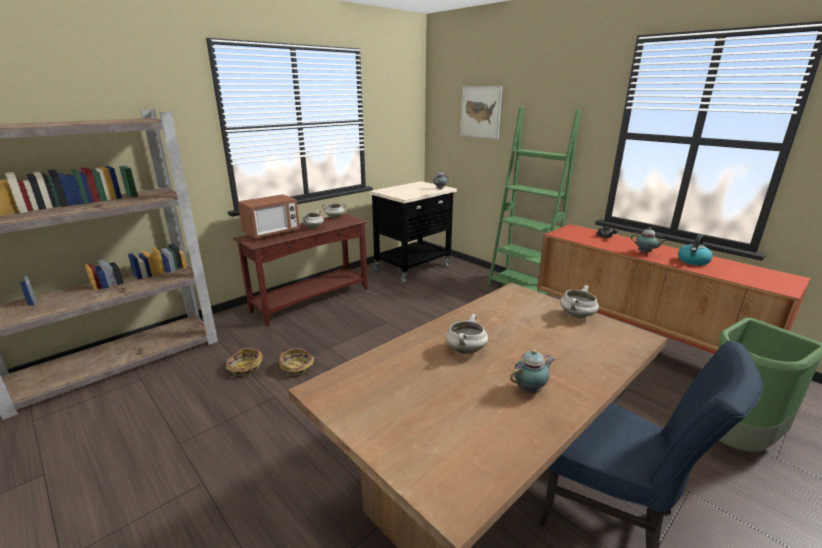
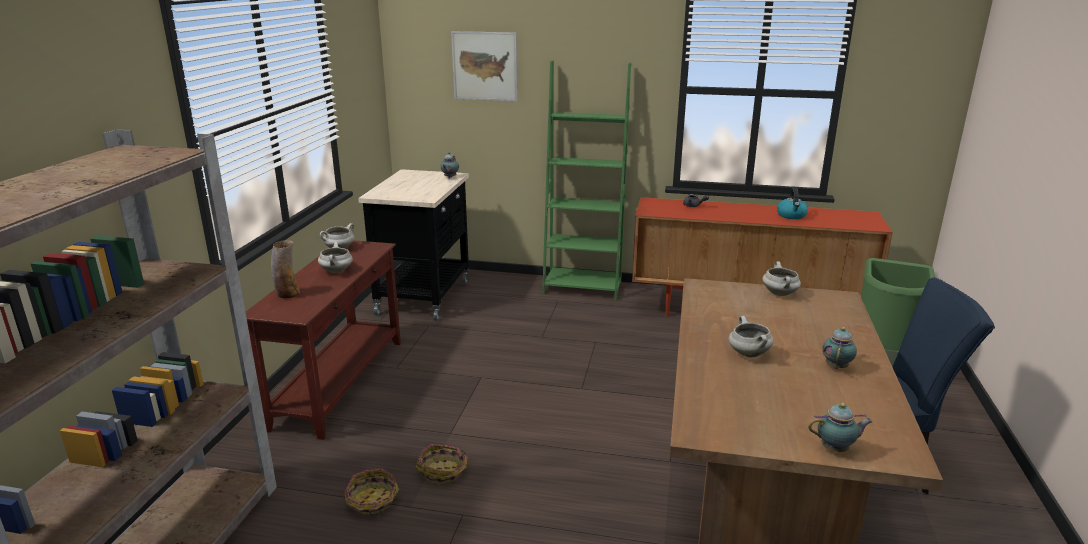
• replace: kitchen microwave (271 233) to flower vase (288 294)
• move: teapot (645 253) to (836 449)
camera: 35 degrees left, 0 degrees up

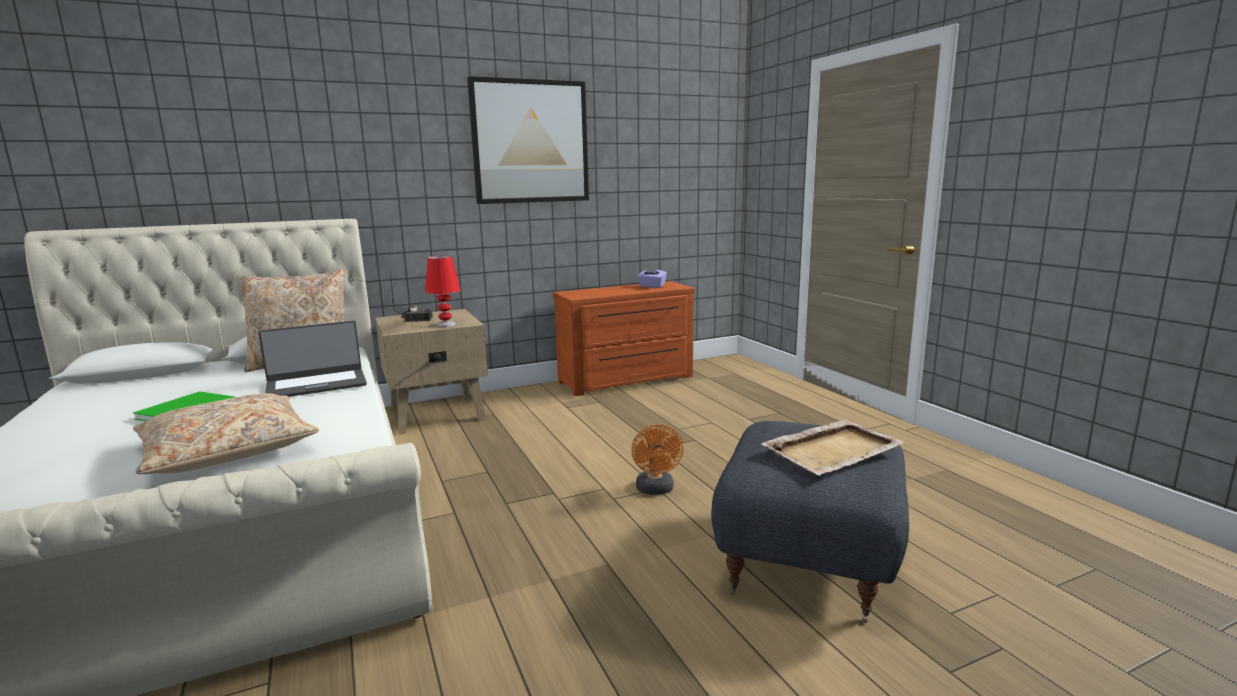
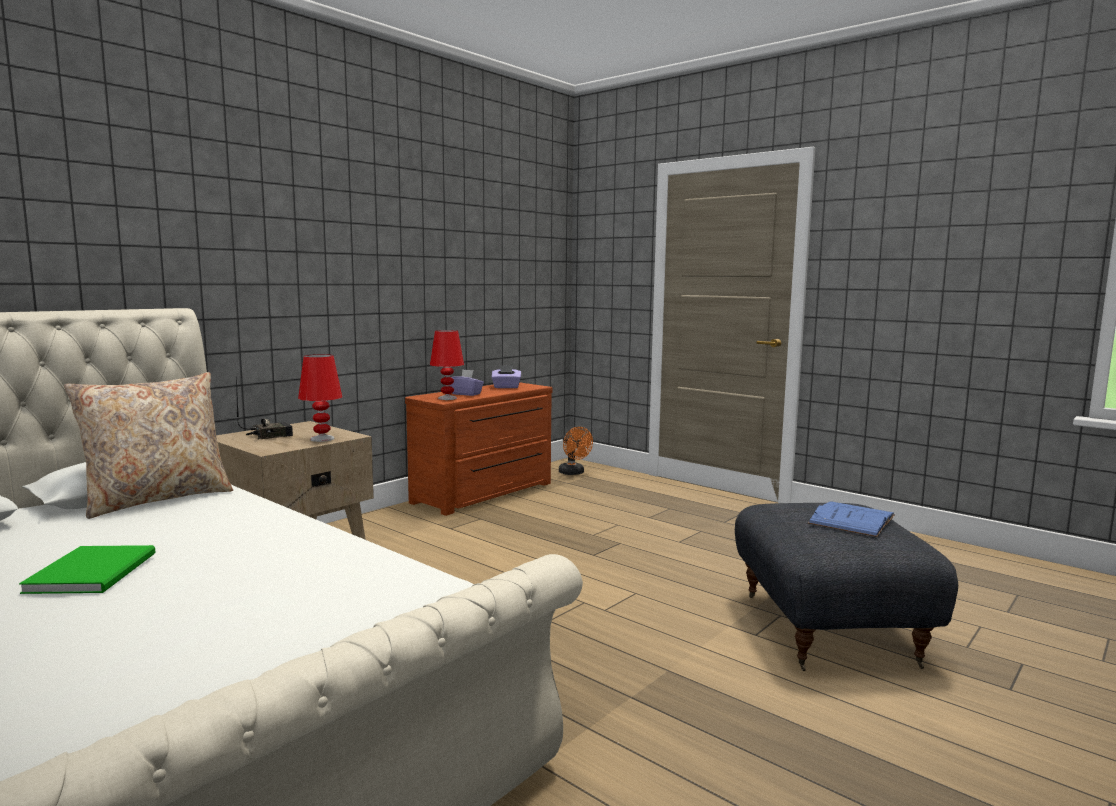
• delete: sand-coloured pillow (228 450)
• delete: laptop (316 384)
• delete: wall art (530 142)
• move: orange cooling fan (656 490) to (573 473)
• replace: sand-coloured carrying tray (833 450) to blue-coloured bound book (852 519)
• insert: red tabletop lamp (447 398)
• insert: purplish tissue holder (466 394)
camera: 25 degrees left, 5 degrees down

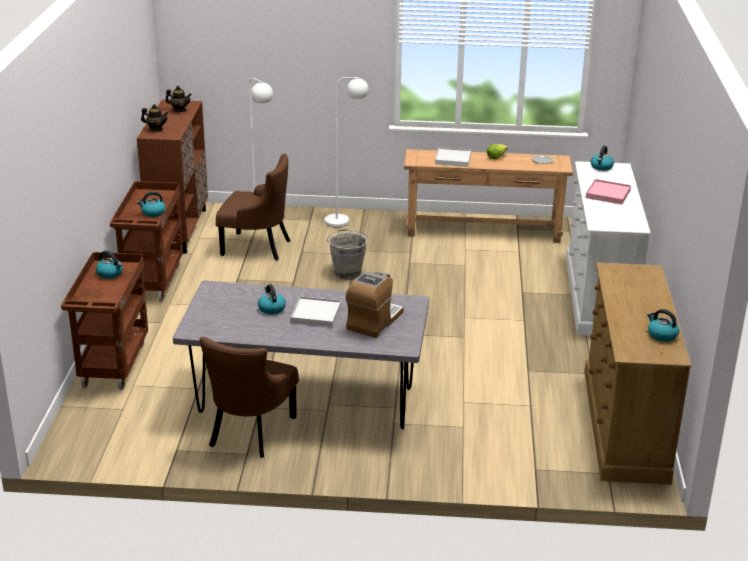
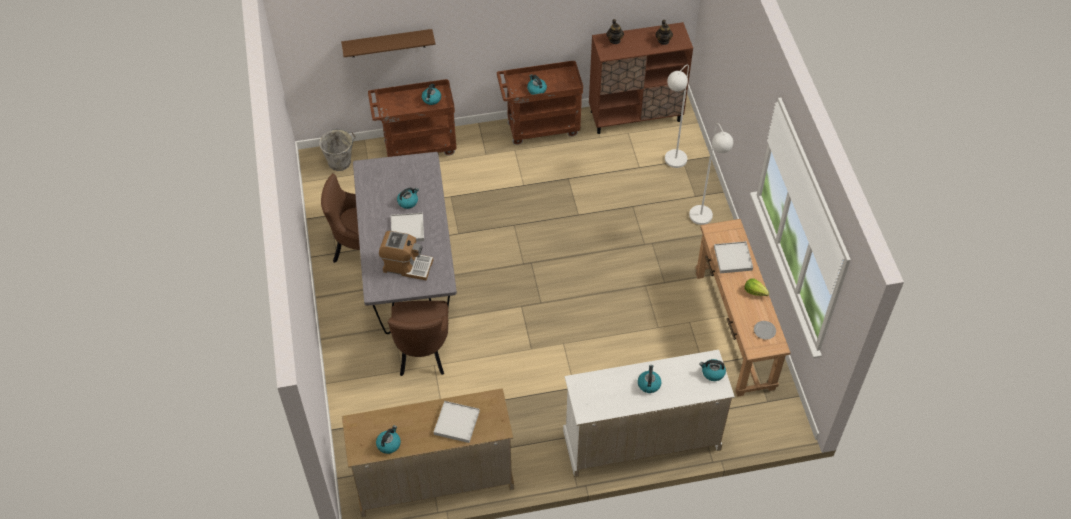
• move: brownish upright chair (255 247) to (422 350)
• move: gray pail (347 272) to (340 162)
• replace: pinkish carrying tray (608 194) to tea kettle (649 384)
• insert: brownish wall shelf (388 43)
• insert: white carrying tray (457 423)
camera: 75 degrees right, 25 degrees up

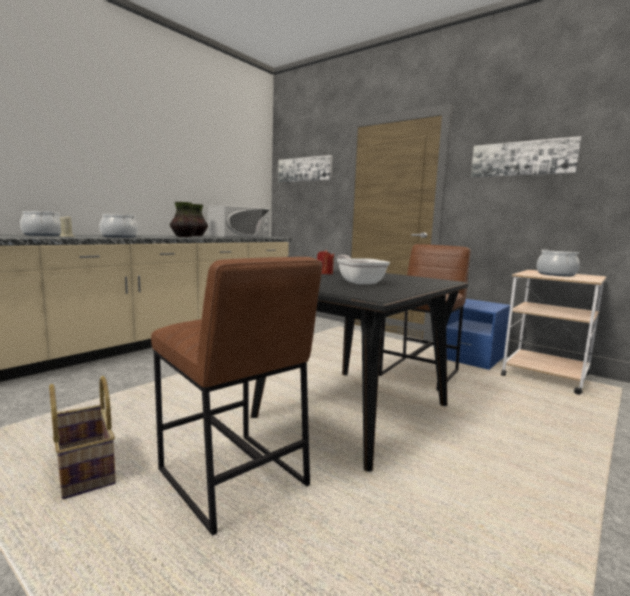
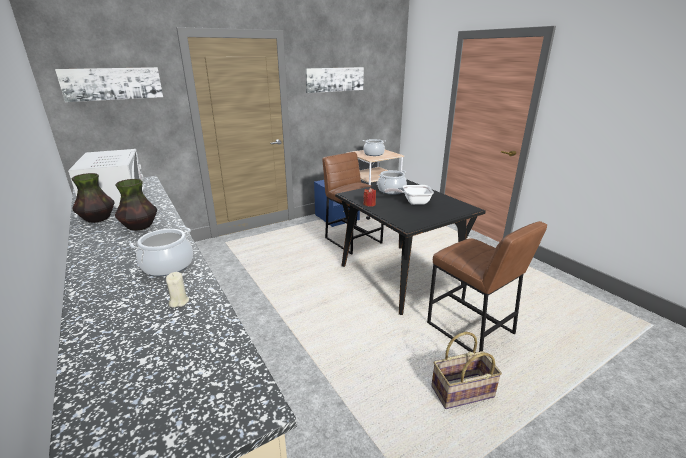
• move: stockpot (43 235) to (391 191)
• rotate: brownish upright chair (233 479) = (471 329) 75 degrees clockwise
camera: 70 degrees left, 15 degrees up

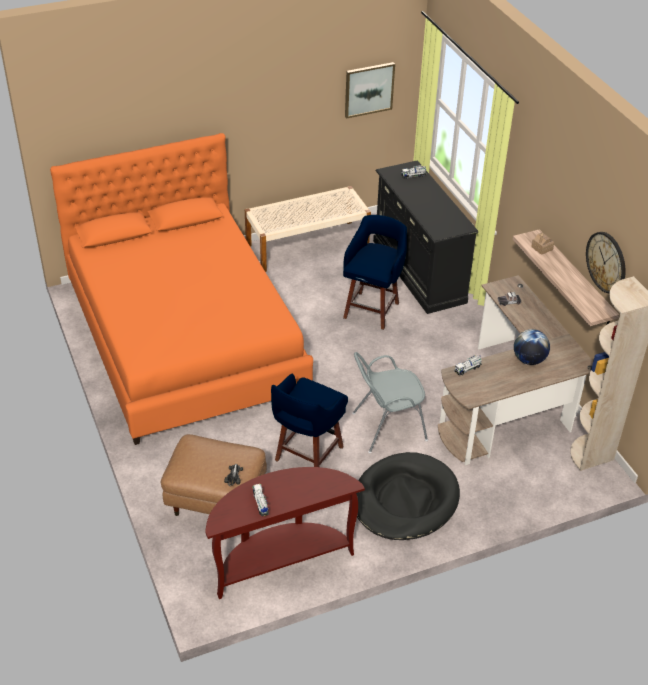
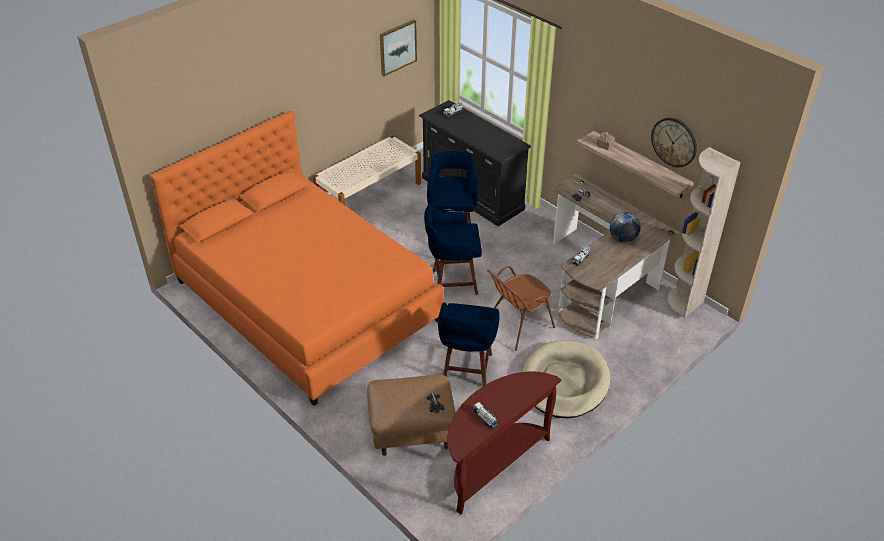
• recolor: gray upright chair (386 427) to brownish upright chair (517 327)
• recolor: black-coloured pet bed (405 500) to sand-coloured pet bed (565 382)
• insert: blue-coloured stool (452 282)
camera: 20 degrees left, 0 degrees up

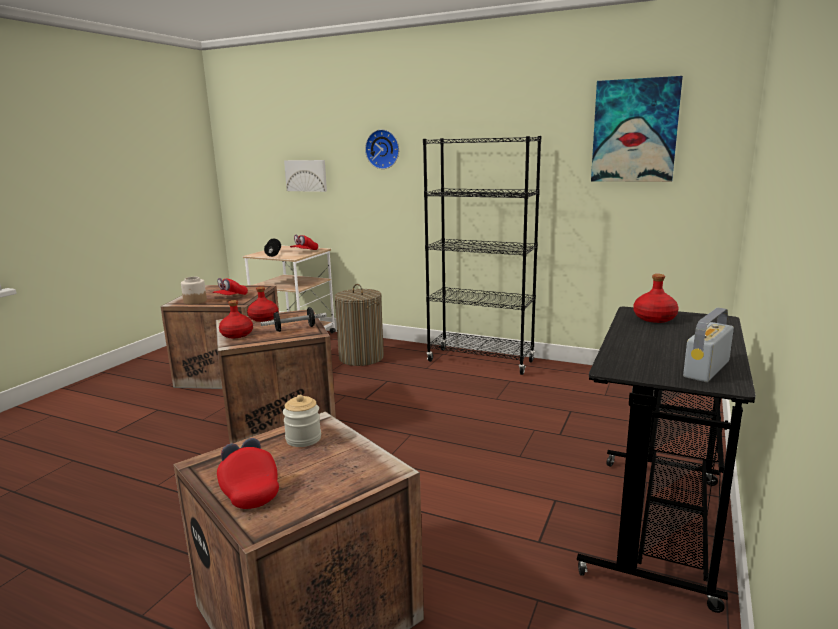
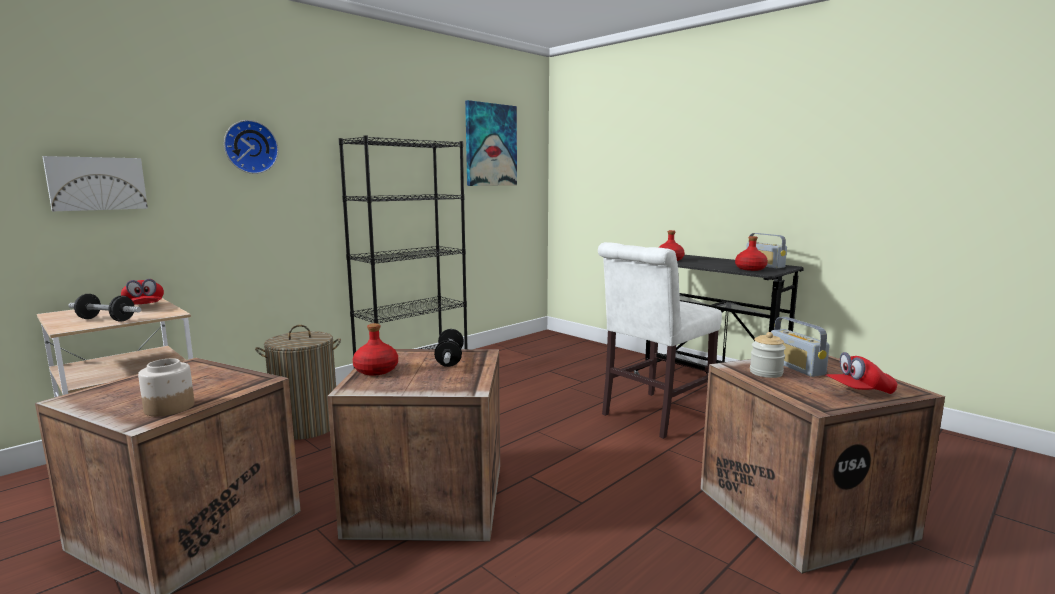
• delete: red cap (231 297)
• move: red drink bottle (236 334) to (750 269)
• insert: white upright chair (652 416)
• insert: radio set (796 367)
camera: 70 degrees left, 5 degrees down

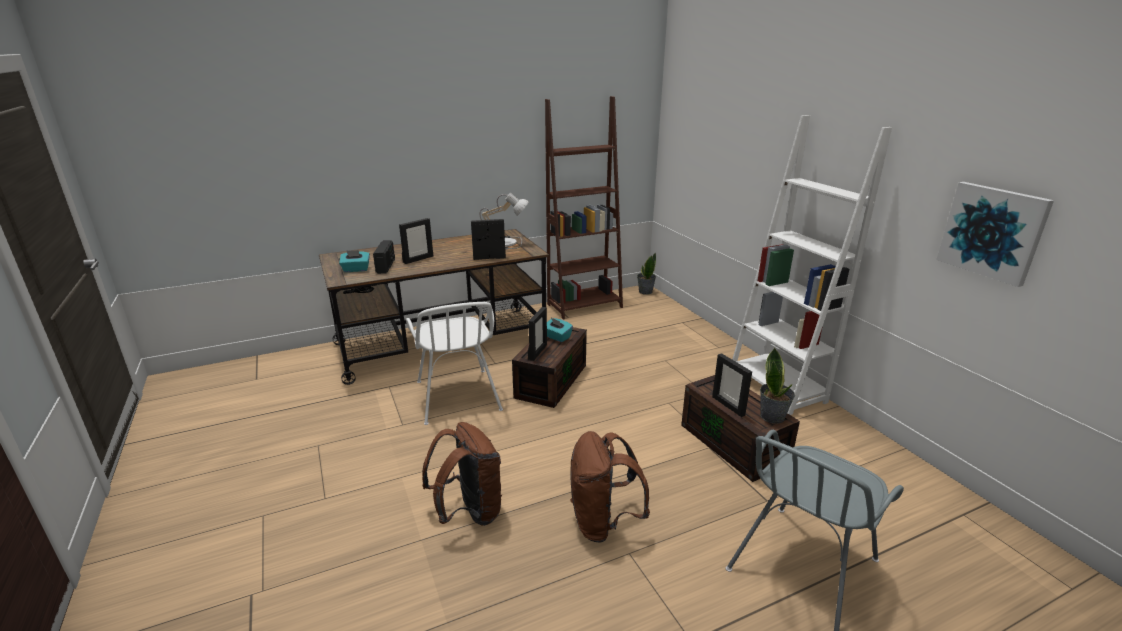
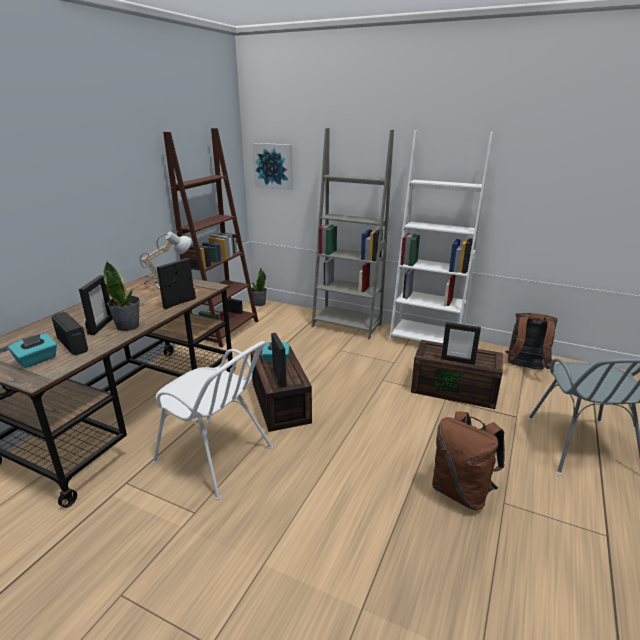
• move: brownish rucksack (469 512) to (525 368)
• move: potted plant (772 416) to (128 326)
• move: wall art (992 232) to (273 166)
• insert: gray bookshelf (347 325)
camera: 40 degrees left, 0 degrees up

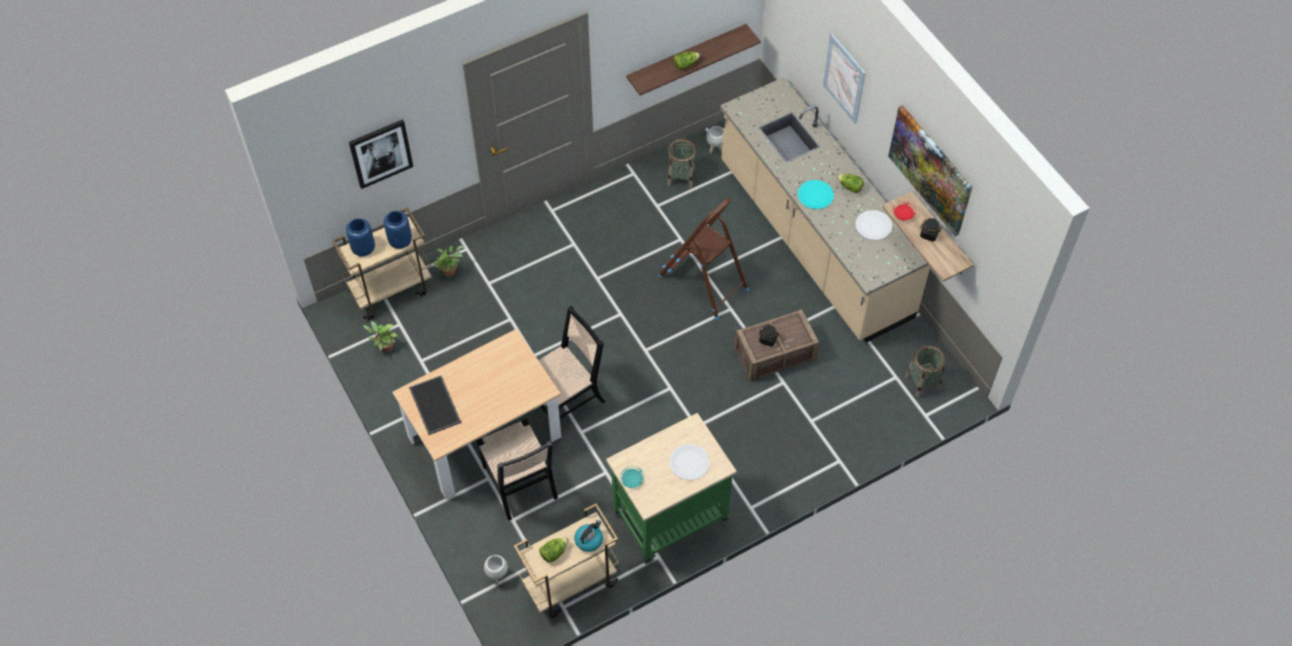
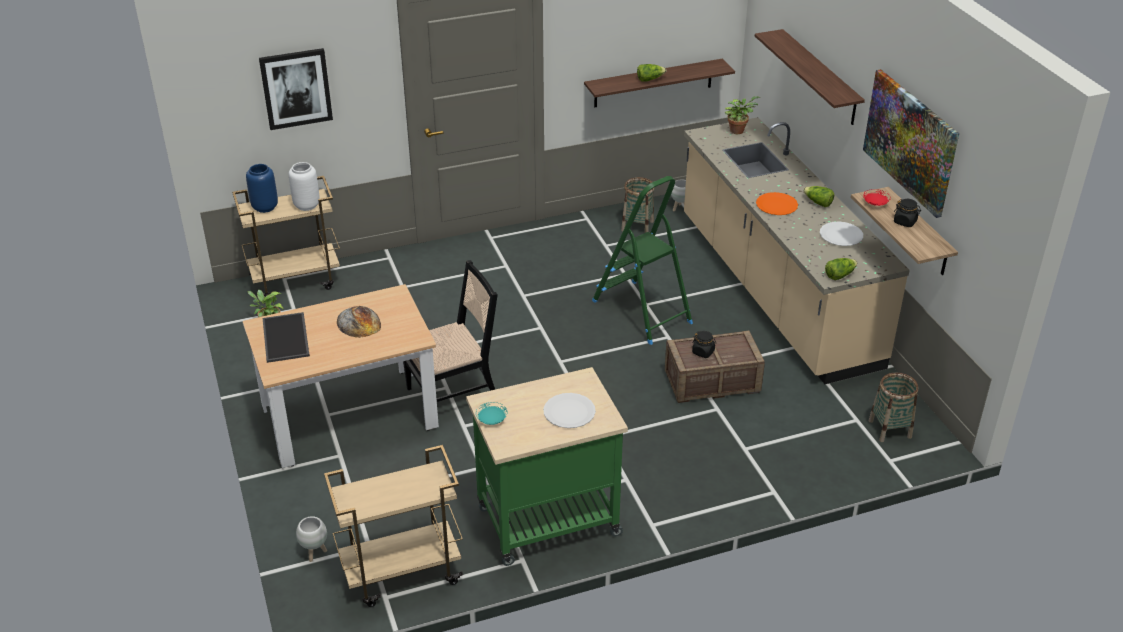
• recolor: blue-coloured flower vase (400 242) to white flower vase (307 206)
• move: potted plant (450 270) to (738 130)
• delete: upright chair (519 483)
• move: lettuce head (554 552) to (839 275)
• delete: tea kettle (589 540)
• recolor: brownish stepladder (702 282) to green stepladder (641 311)
• recolor: blue-green plate (815 195) to orange plate (776 205)
• replace: wall art (844 78) to wall shelf (819 77)
• insert: baked bread (359 323)
camera: 10 degrees right, 20 degrees down

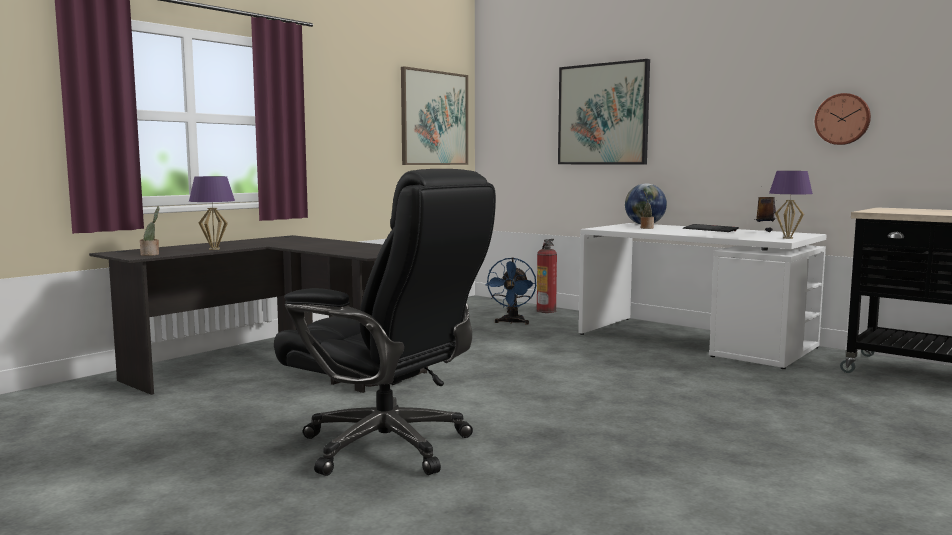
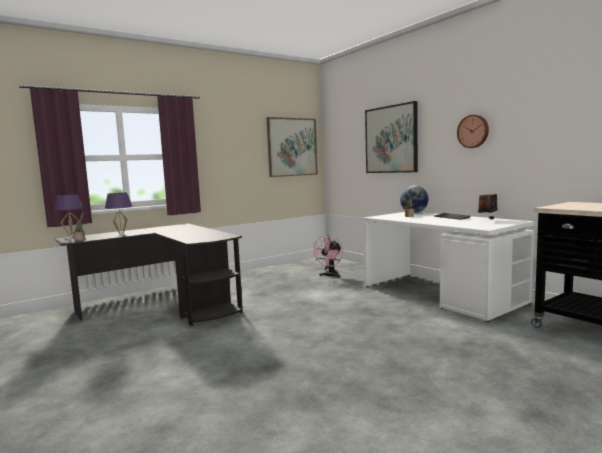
• delete: black-coloured computer chair (386 446)
• recolor: blue-coloured cooling fan (512 322) to pinkish cooling fan (330 276)
• delete: fire-fighting cylinder (546 311)
• move: purplish tabletop lamp (787 238) to (72 236)
• move: clock on the wall (842 119) to (473 131)
camera: 15 degrees right, 0 degrees up

